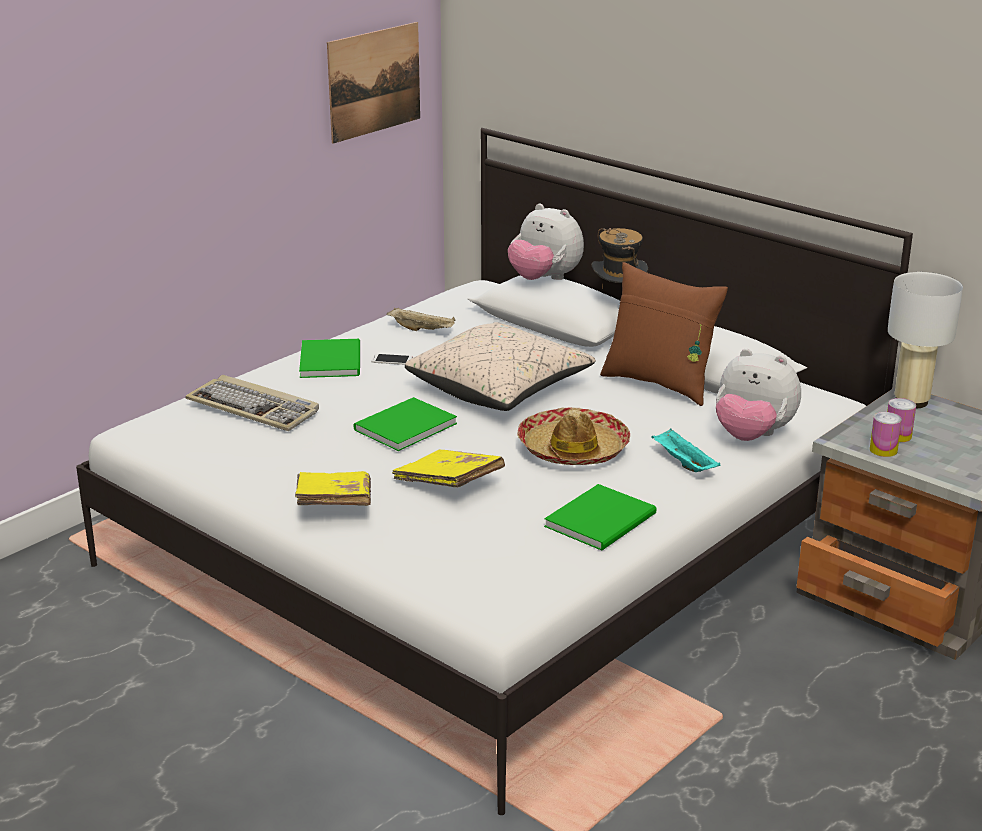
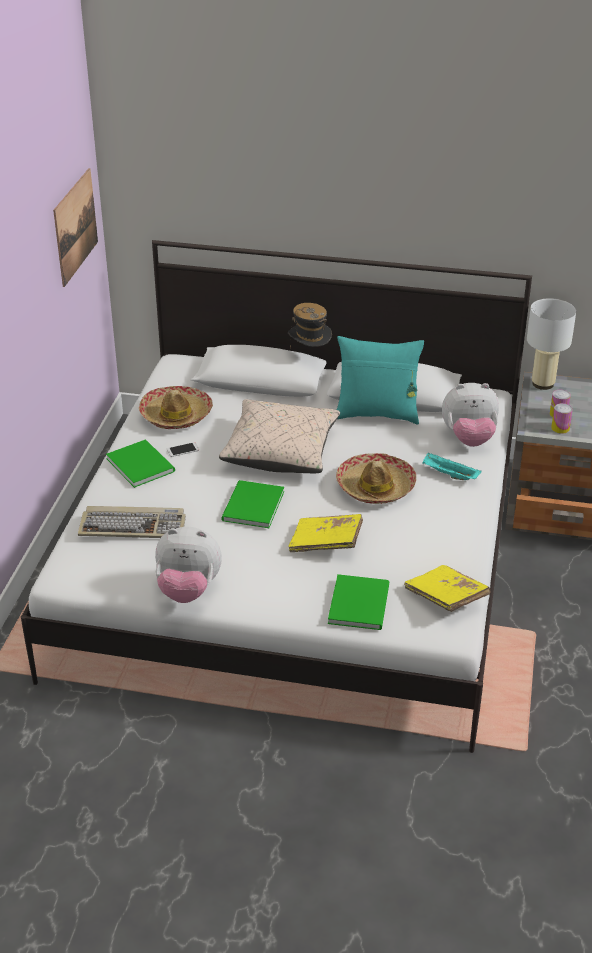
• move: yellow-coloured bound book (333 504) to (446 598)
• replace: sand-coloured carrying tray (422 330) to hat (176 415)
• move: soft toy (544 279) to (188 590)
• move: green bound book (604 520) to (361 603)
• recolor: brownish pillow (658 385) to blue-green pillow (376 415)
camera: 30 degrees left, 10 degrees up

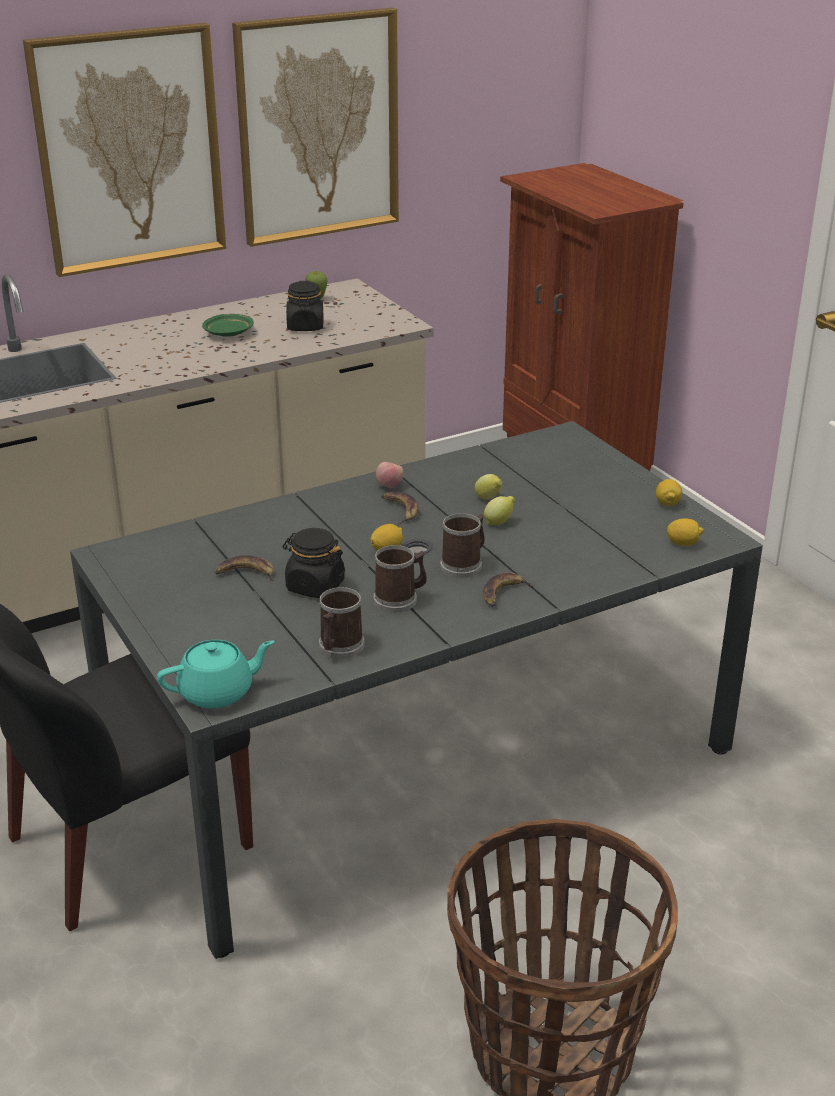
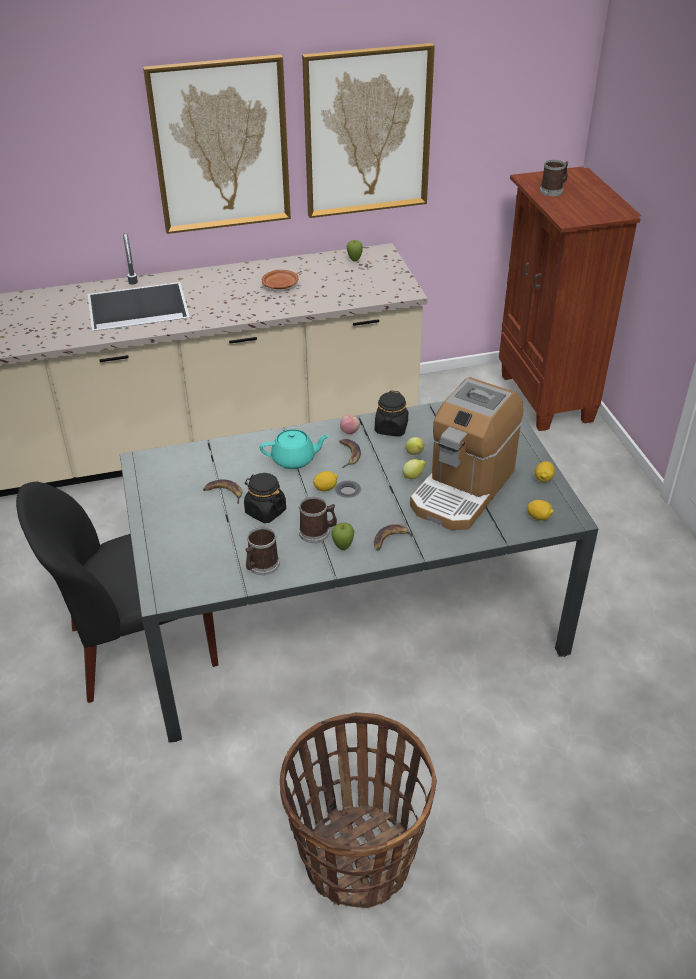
• move: blue-green teapot (217 692) to (294 460)
• recolor: green plate (229 333) to brownish plate (280 285)
• move: black-coloured jar (305 326) to (391 428)
• move: mug (464 564) to (553 190)
• insert: whole apple (343 547)
• insert: coffee brewer (462 488)
camera: 15 degrees right, 10 degrees up

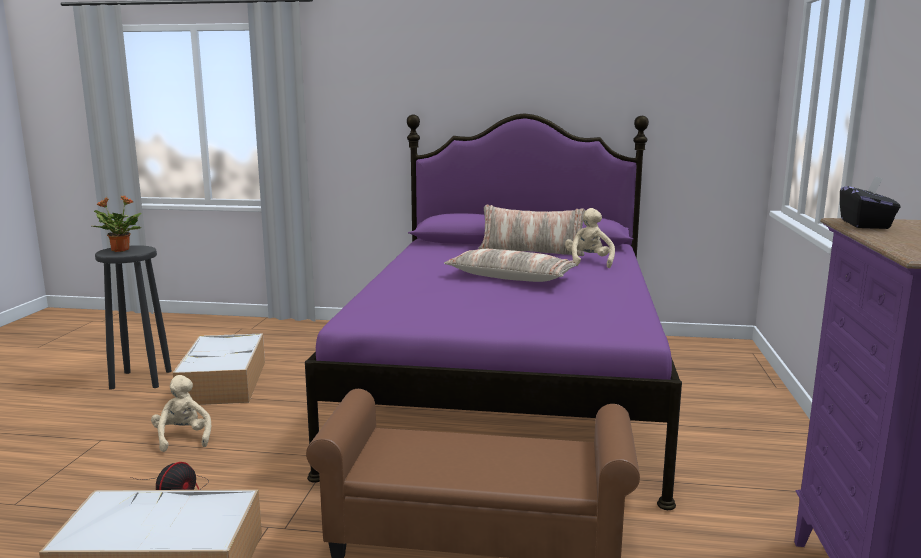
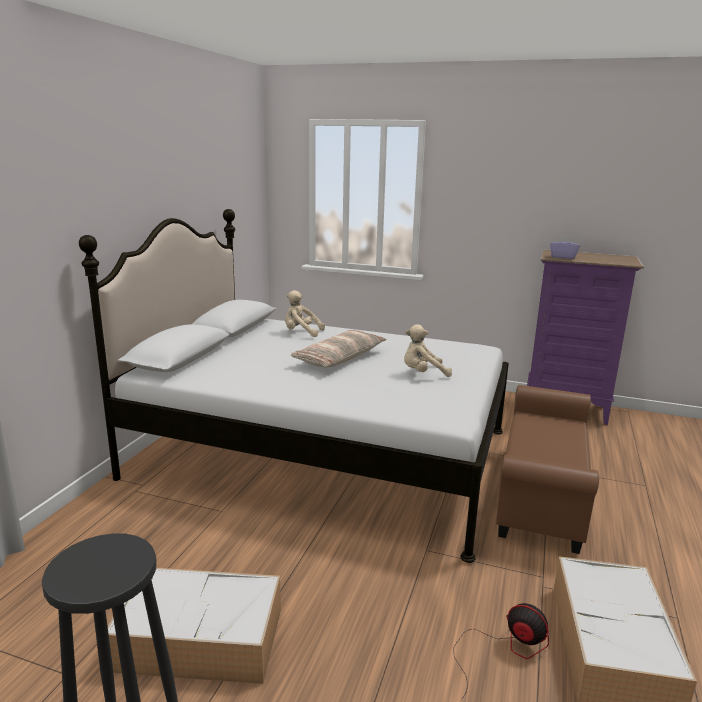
• delete: potted plant (119 250)
• move: sand-coloured soft toy (183 438) to (423 373)
• recolor: purplish bed (508 392) to white bed (322 453)
• delete: pillow (531 251)
• recolor: black-coloured tissue holder (865 224) to purplish tissue holder (563 257)
camera: 80 degrees left, 5 degrees up

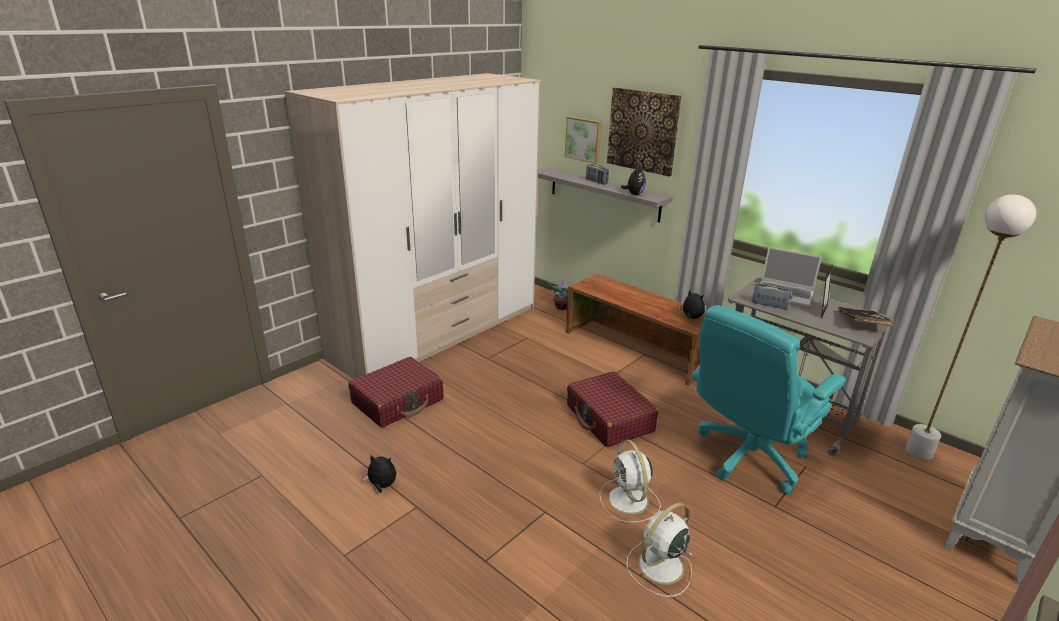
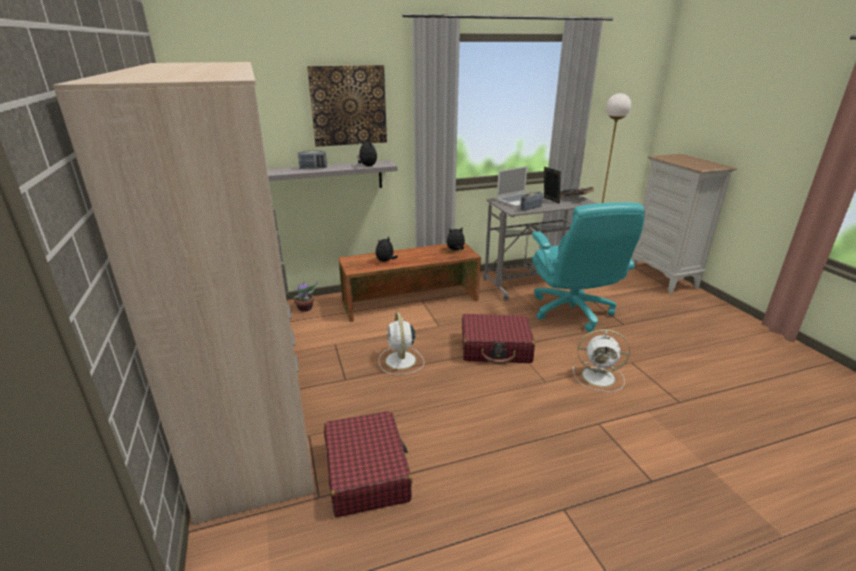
• move: soft toy (382 486) to (385 261)
• delete: wall art (584 139)
• move: white cooling fan (659 567) to (400 361)
camera: 60 degrees left, 0 degrees up

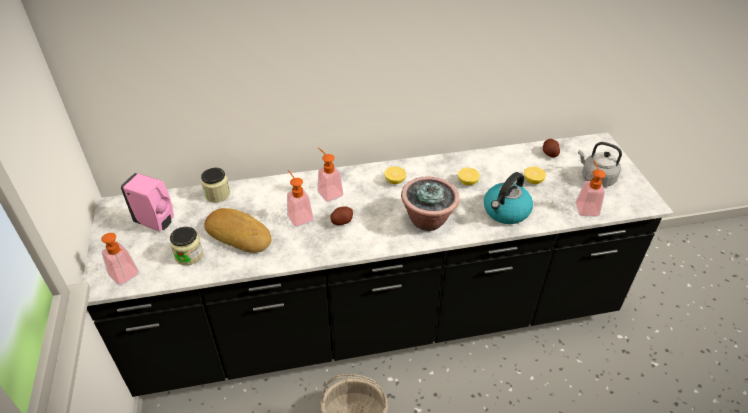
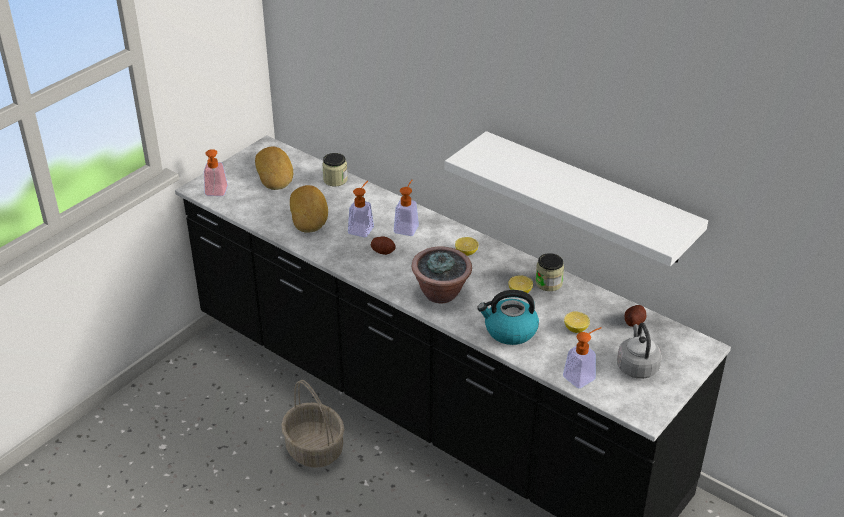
• replace: pinkish soap dispenser (156 222) to baked bread (275 173)
• move: jar (189 255) to (548 283)
• insert: white wall shelf (588 198)
camera: 50 degrees right, 5 degrees down

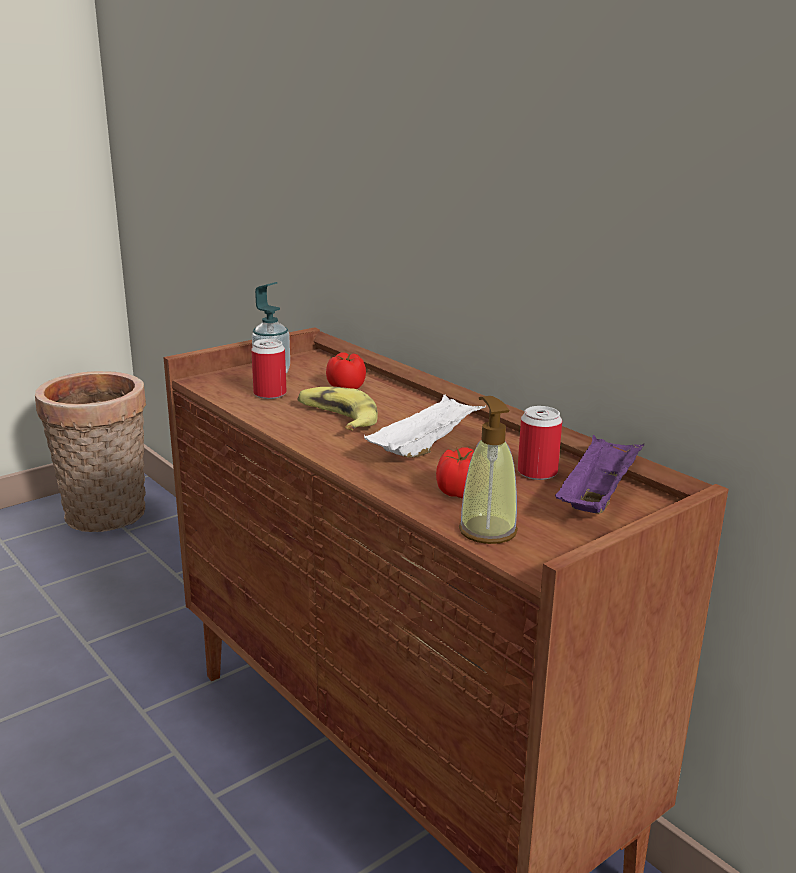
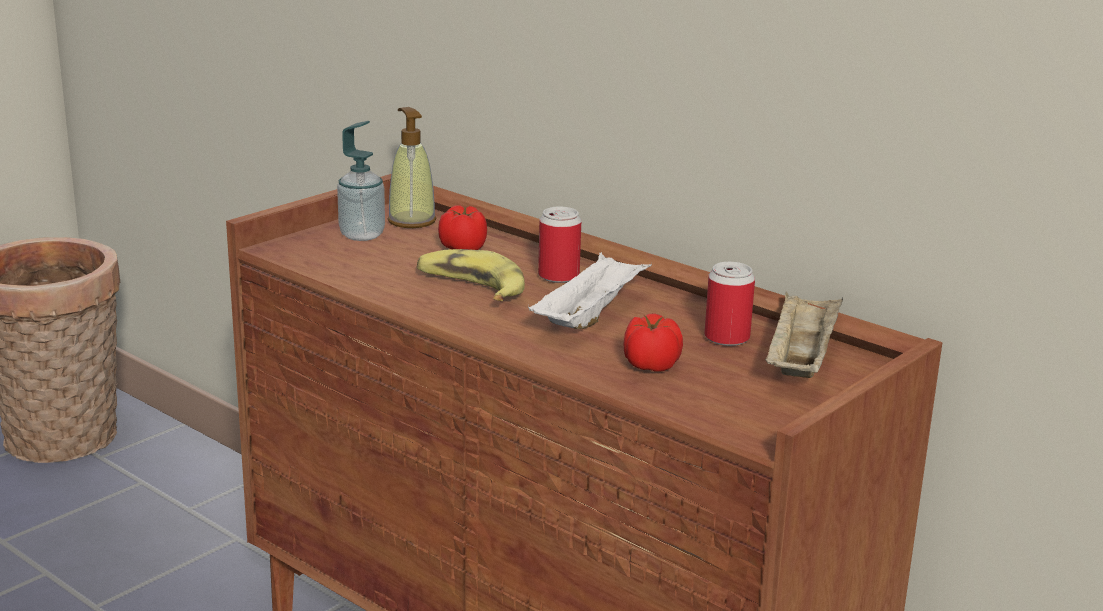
• move: metal can (270 394) to (558 276)
• move: soap dispenser (487 530) to (411 221)
• recolor: purplish carrying tray (597 497) to sand-coloured carrying tray (800 360)
camera: 10 degrees left, 0 degrees up

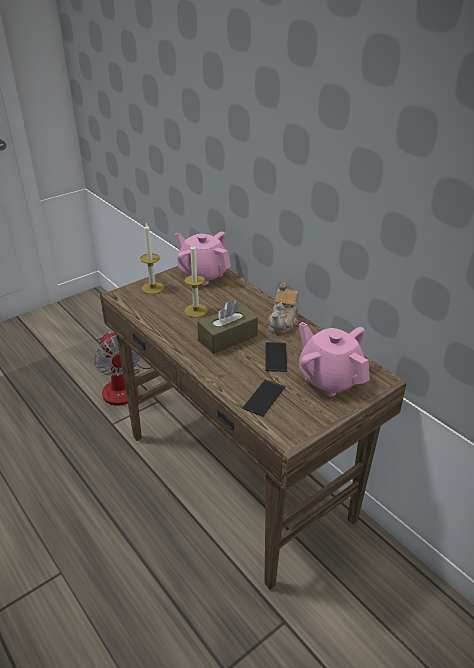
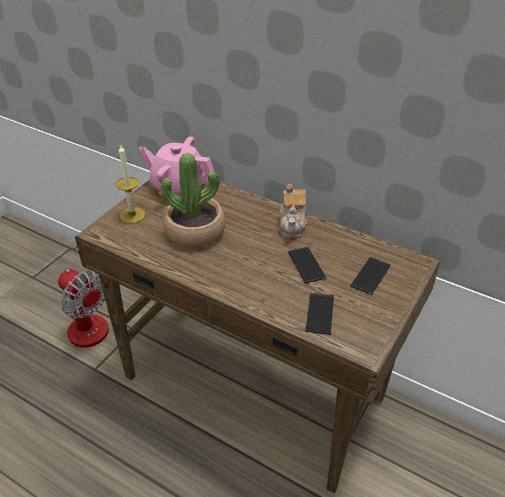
• replace: wax light (196 310) to potted plant (195 231)
• delete: brownish tissue holder (228 338)
• replace: pinkish teapot (329 379) to telephone (370 275)
camera: 20 degrees left, 5 degrees up

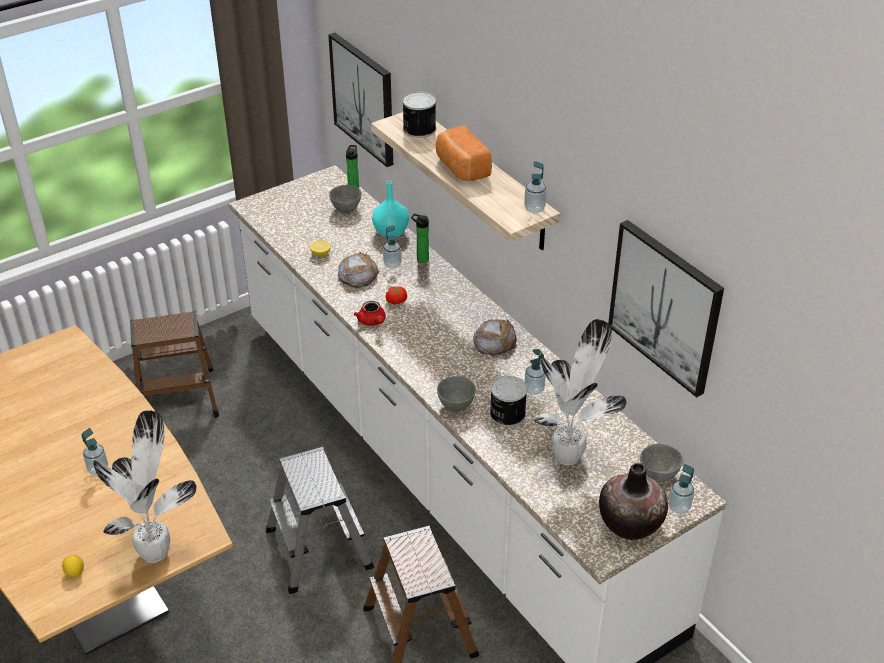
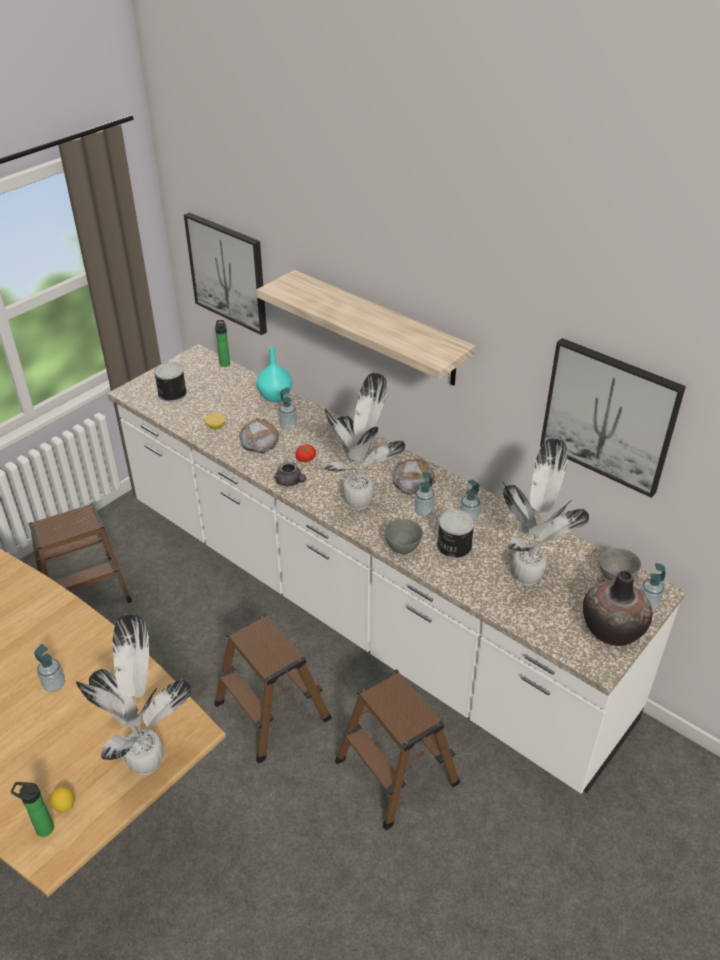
• recolor: gray stepladder (319 549) to brownish stepladder (272 711)
• delete: gray bowl (345 209)
• recolor: red teapot (372 322) to gray teapot (291 482)
• move: metal can (418 129) to (171 394)
• move: drink bottle (421 259) to (42 828)
• delete: baked bread (461 168)
• move: soap dispenser (534 209) to (423 511)
• insert: potted plant (359 501)
camera: 15 degrees left, 0 degrees up

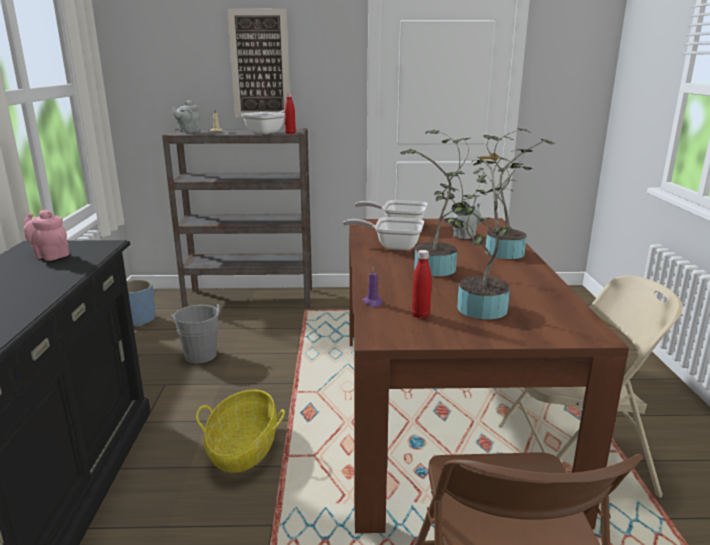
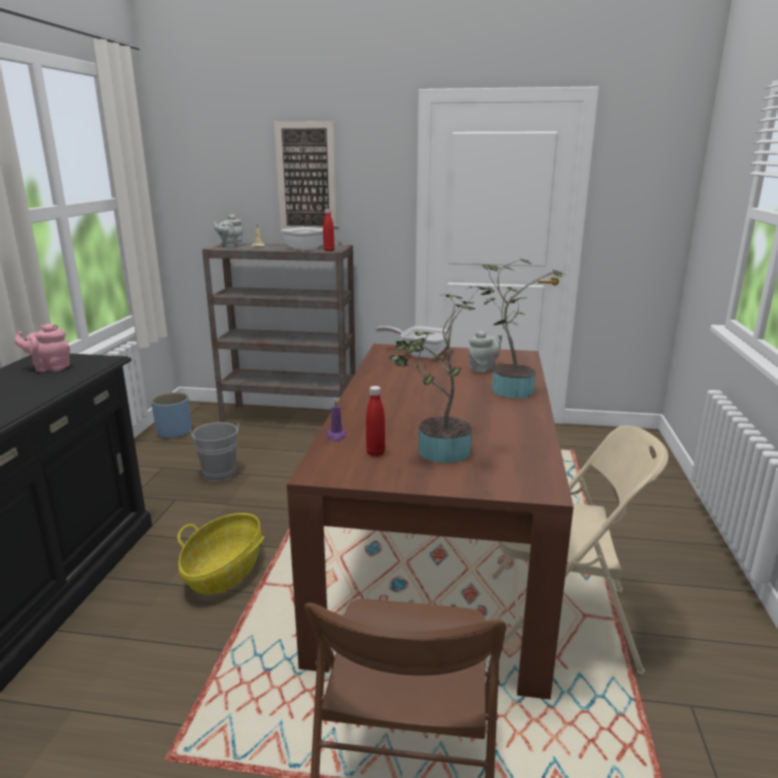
• rotate: pinkish teapot (50 255) = (49 368) 45 degrees counterclockwise
• delete: frying pan (392 246)
• delete: potted plant (439 269)
camera: 10 degrees right, 0 degrees up

